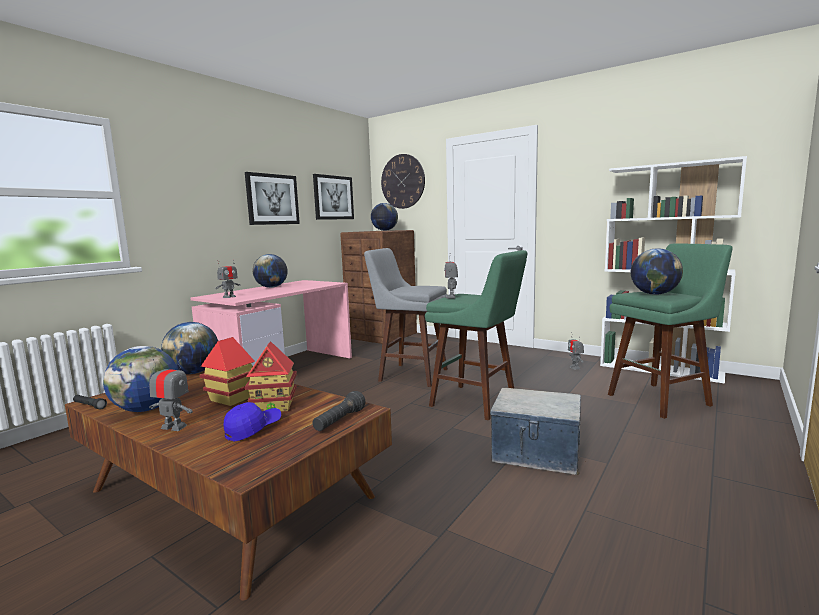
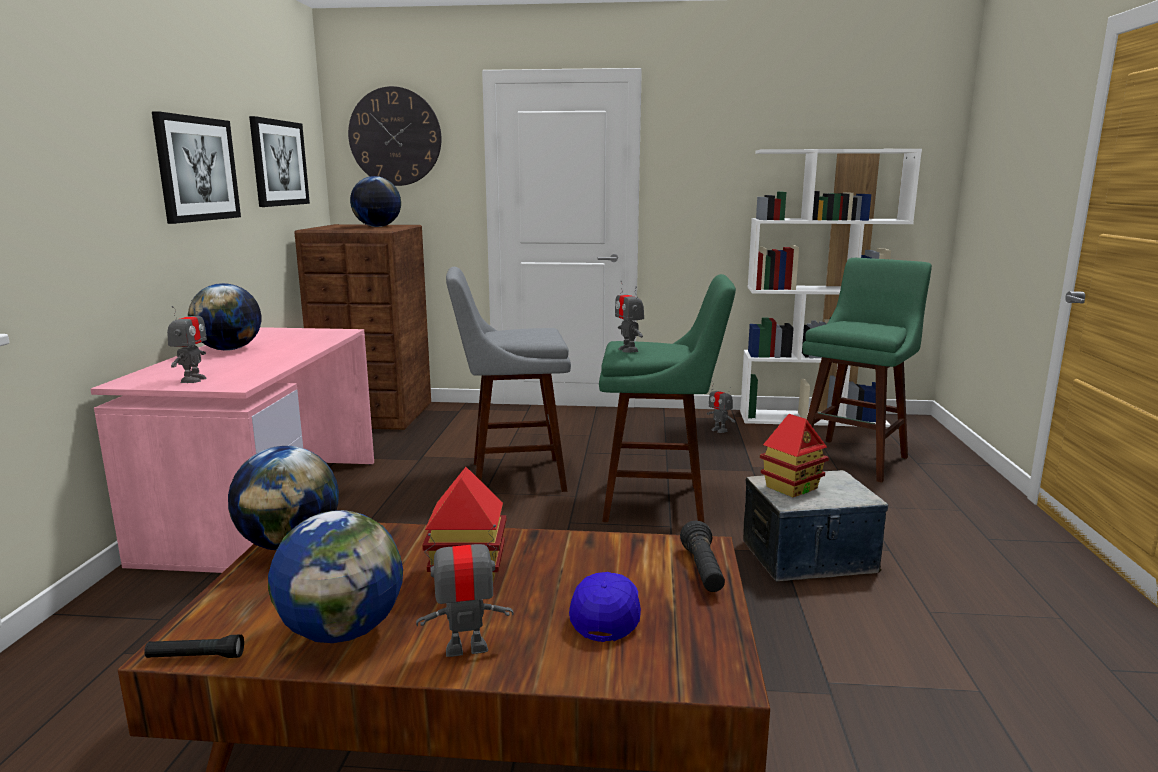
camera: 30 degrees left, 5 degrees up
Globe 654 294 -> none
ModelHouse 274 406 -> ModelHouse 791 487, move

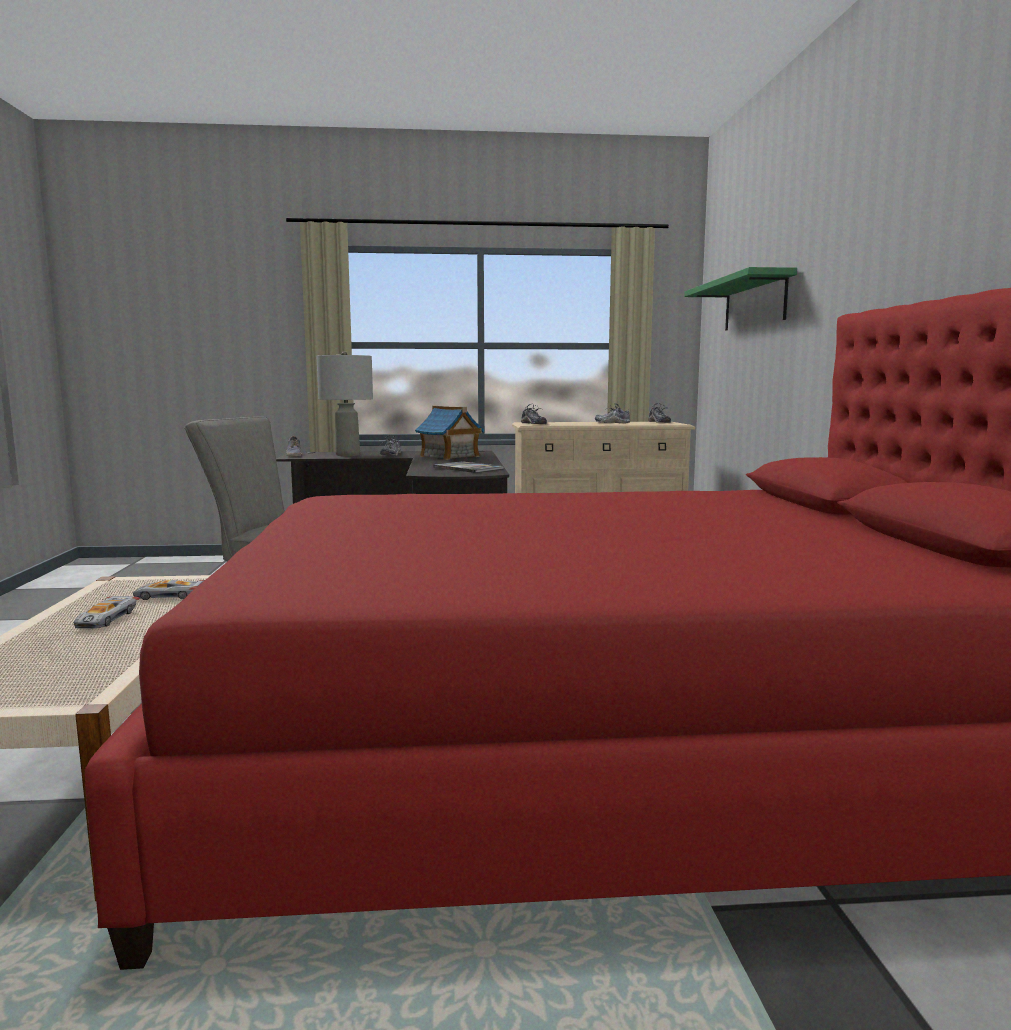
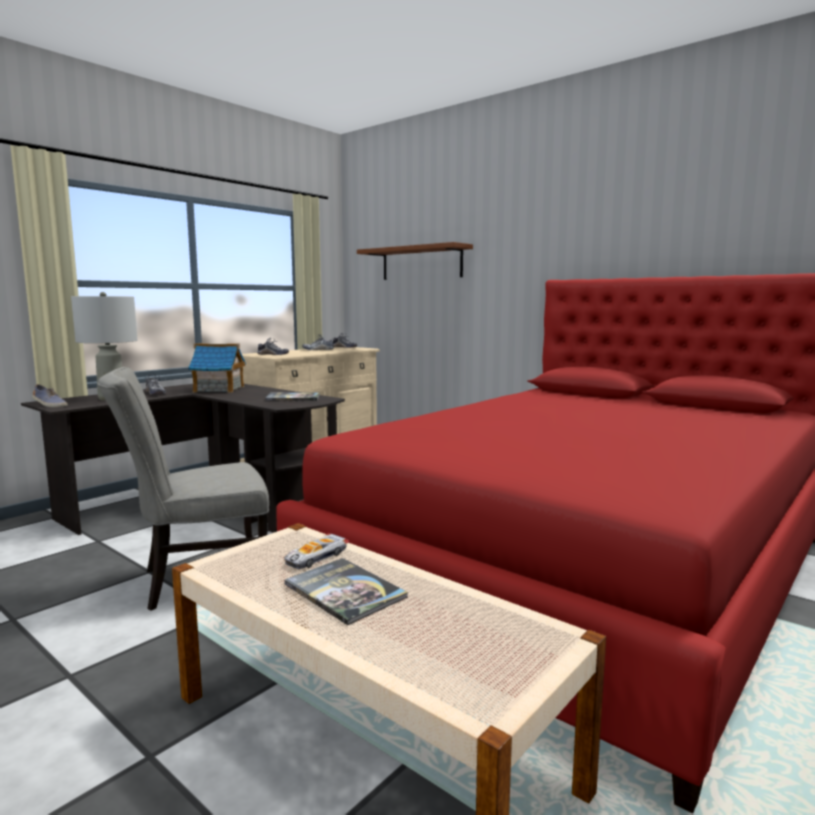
camera: 45 degrees left, 0 degrees up
MiniatureCar 106 619 -> Book 345 591
GreenishWallShelf 754 303 -> BrownWallShelf 421 263

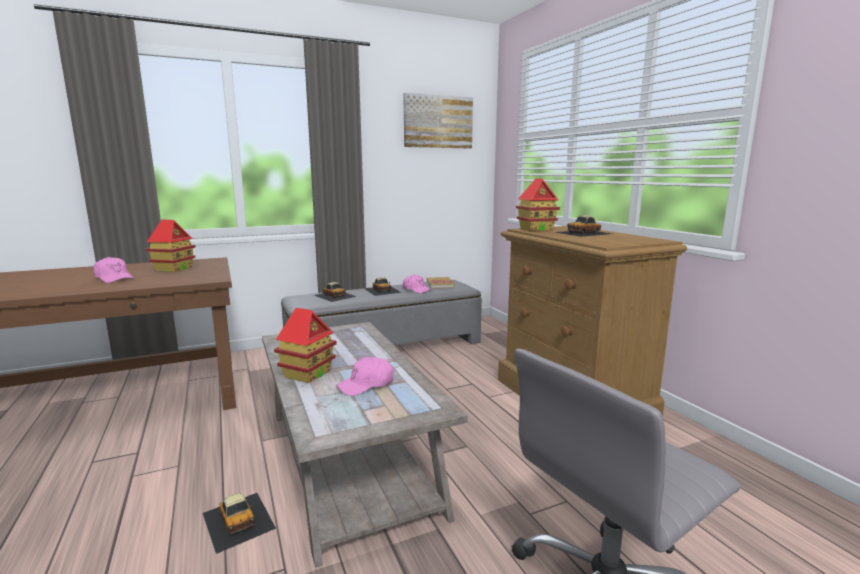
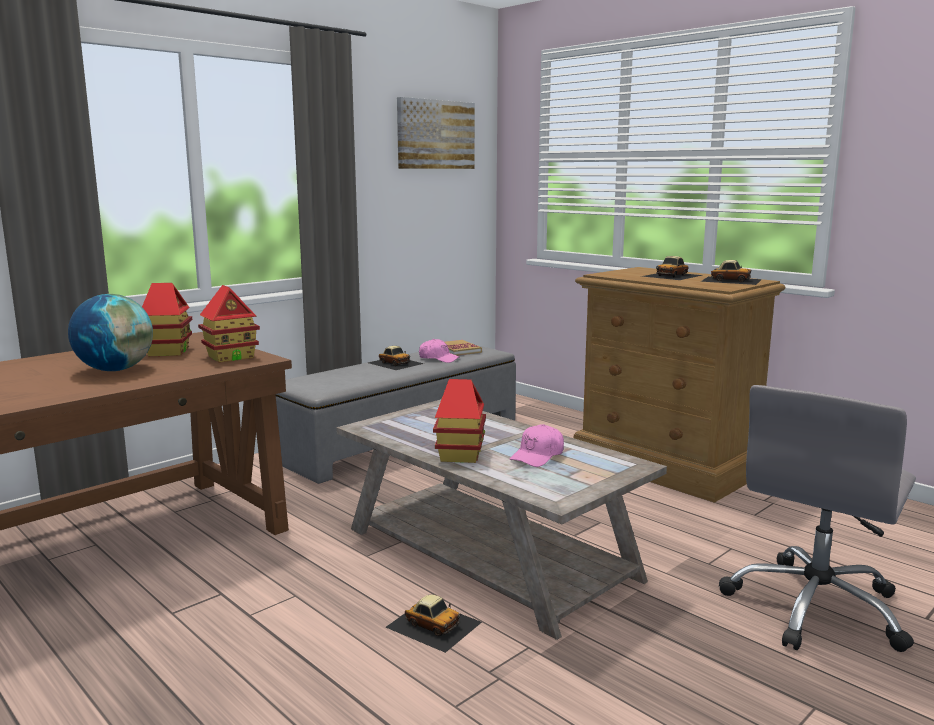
camera: 20 degrees left, 0 degrees up
MiniatureCar 335 295 -> MiniatureCar 731 280, move
ModelHouse 536 229 -> ModelHouse 231 357, move
PinkishBaseballCap 114 278 -> Globe 115 370

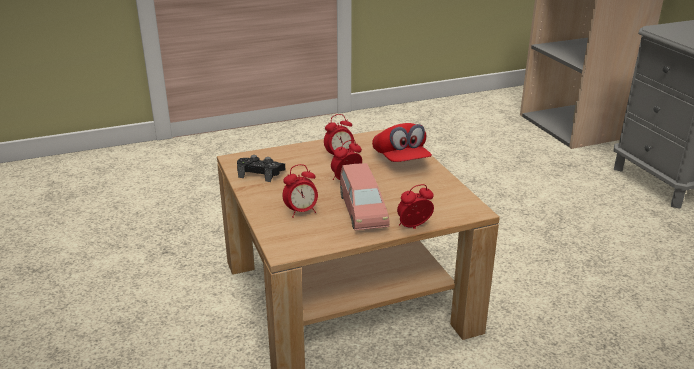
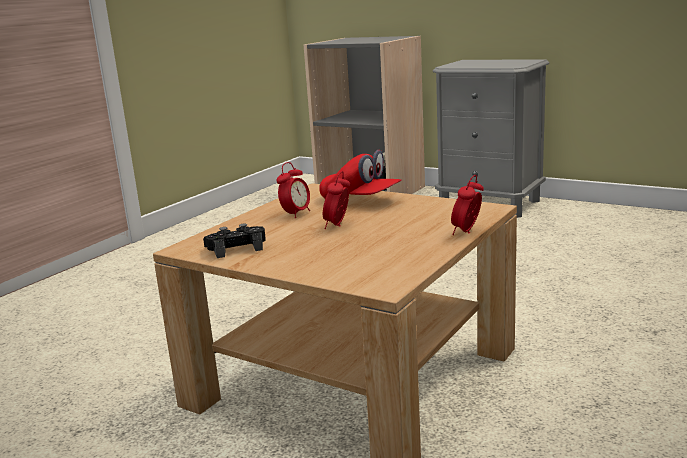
camera: 35 degrees left, 10 degrees down
BedsideClock 301 212 -> none
PinkishMiniatureCar 362 210 -> none

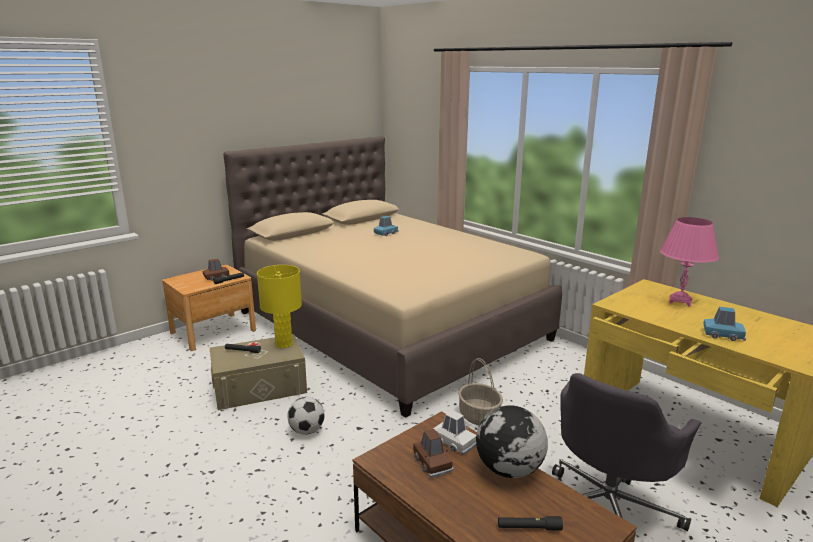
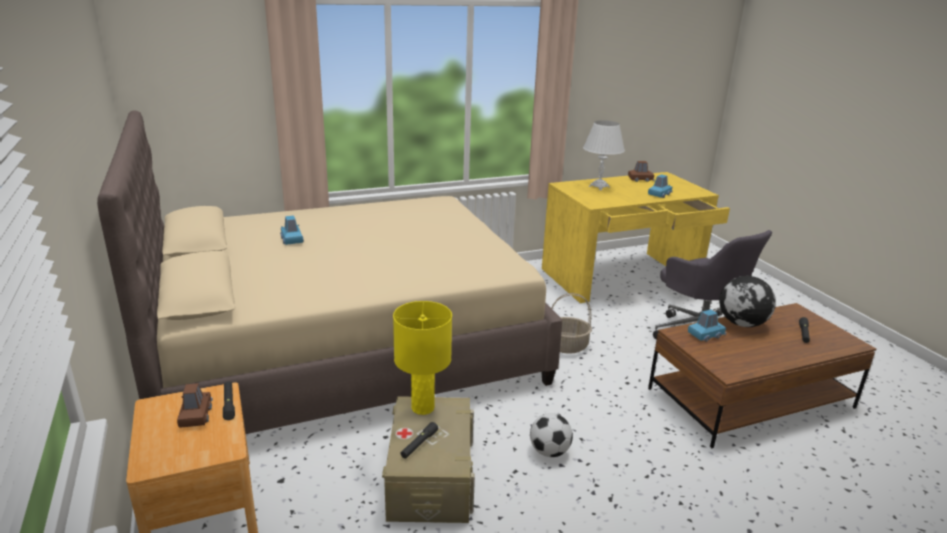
camera: 70 degrees left, 5 degrees up
BrownMiniatureCar 432 463 -> BrownMiniatureCar 640 179, move
WhitishMiniatureCar 454 442 -> BluishMiniatureCar 706 335
PinkishTableLamp 680 301 -> WhitishTableLamp 599 187

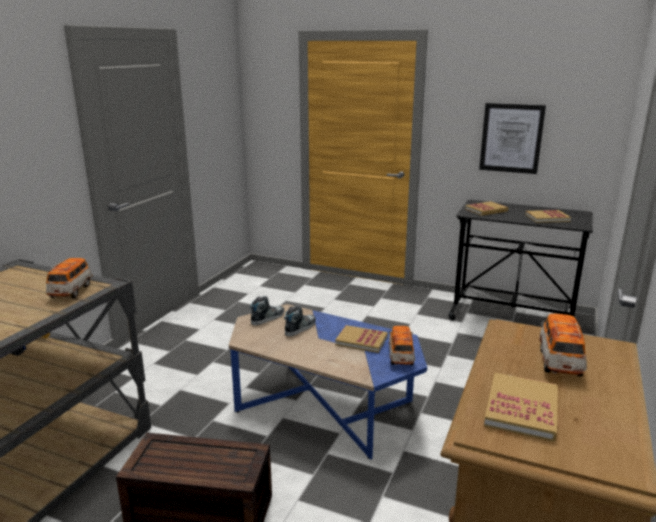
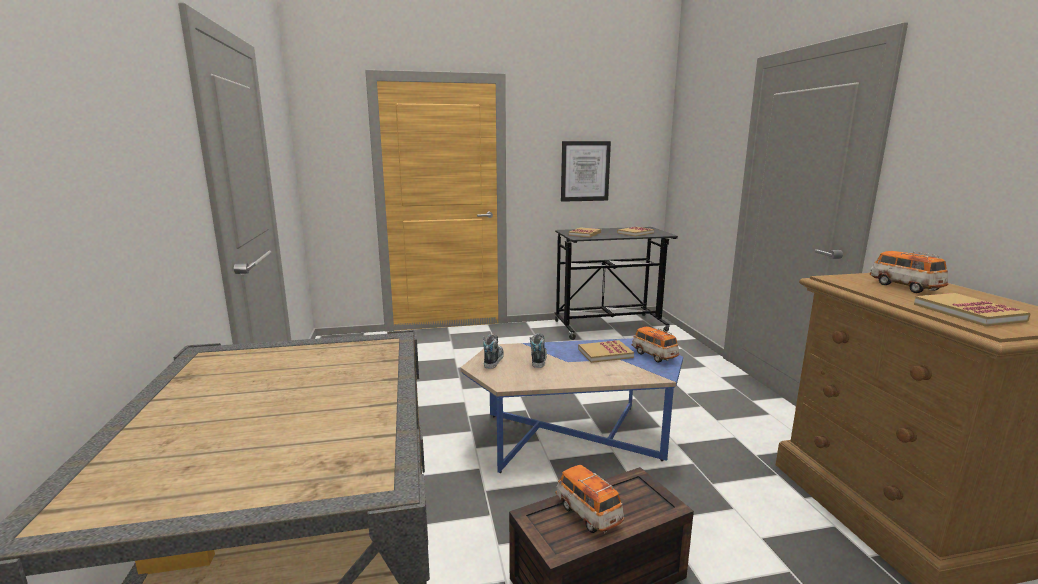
camera: 35 degrees left, 5 degrees down
MiniatureCar 71 291 -> MiniatureCar 588 513, move

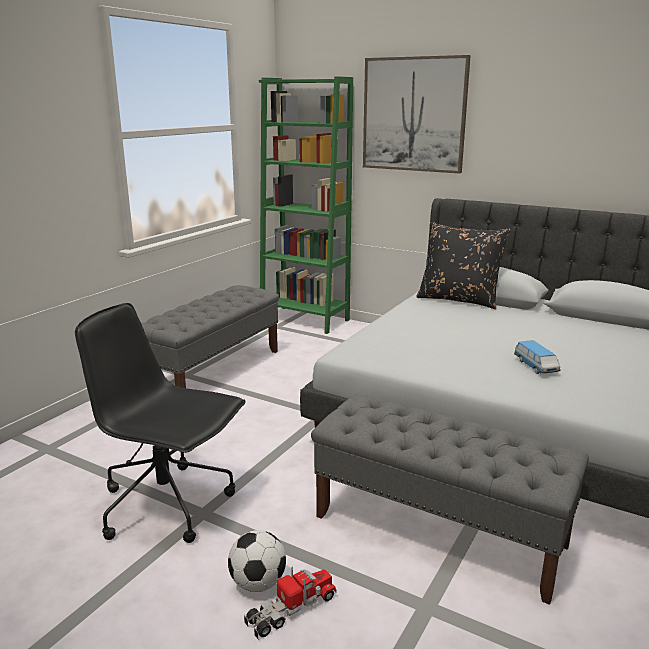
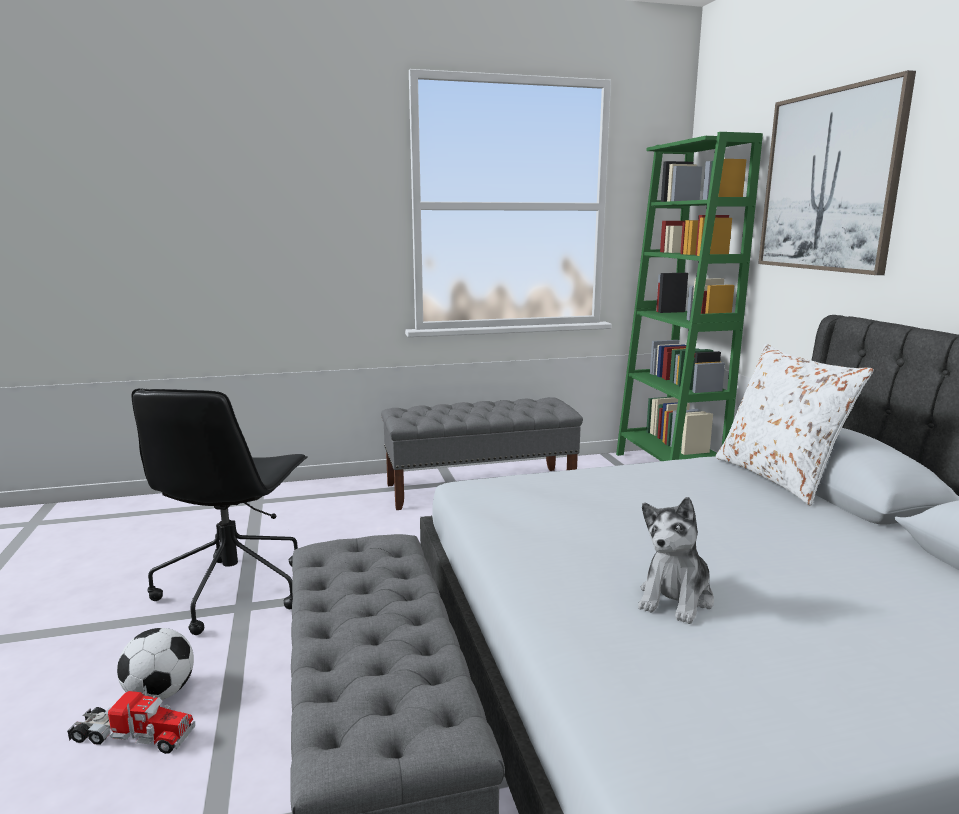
camera: 45 degrees right, 5 degrees down
MiniatureCar 535 366 -> PlushToy 676 598
BlackishPillow 459 299 -> WhitishPillow 778 477
BlackishOfficeChair 171 507 -> BlackishOfficeChair 236 588, 150 degrees counterclockwise

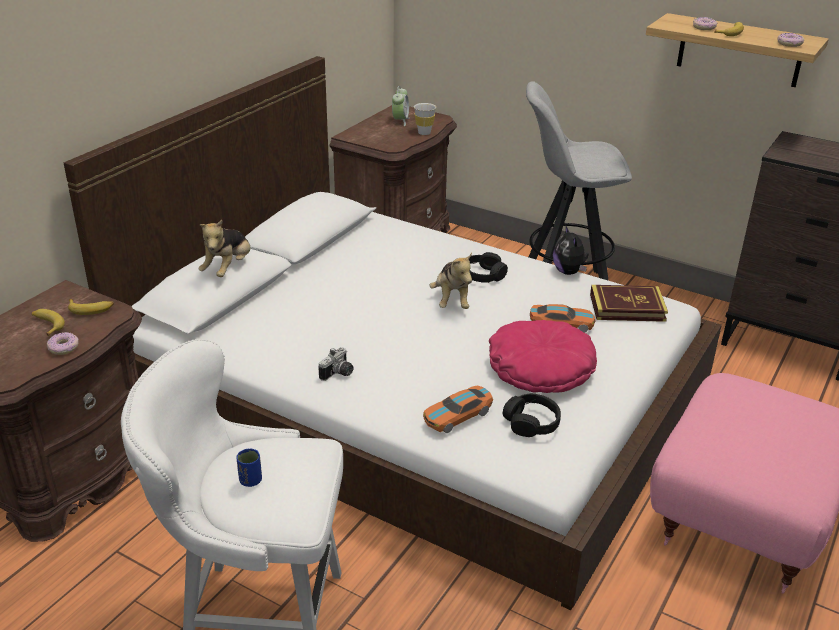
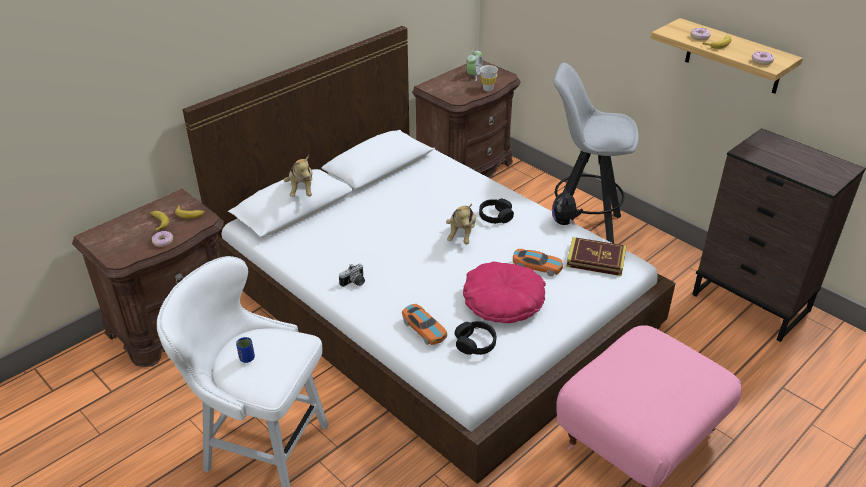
camera: 15 degrees right, 5 degrees up
PlushToy 228 268 -> PlushToy 301 190, 45 degrees counterclockwise
MiniatureCar 457 415 -> MiniatureCar 424 329, 105 degrees counterclockwise

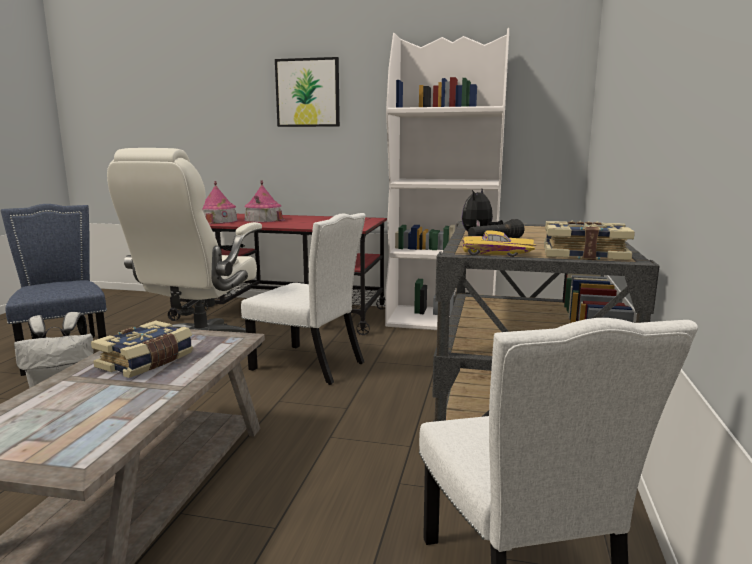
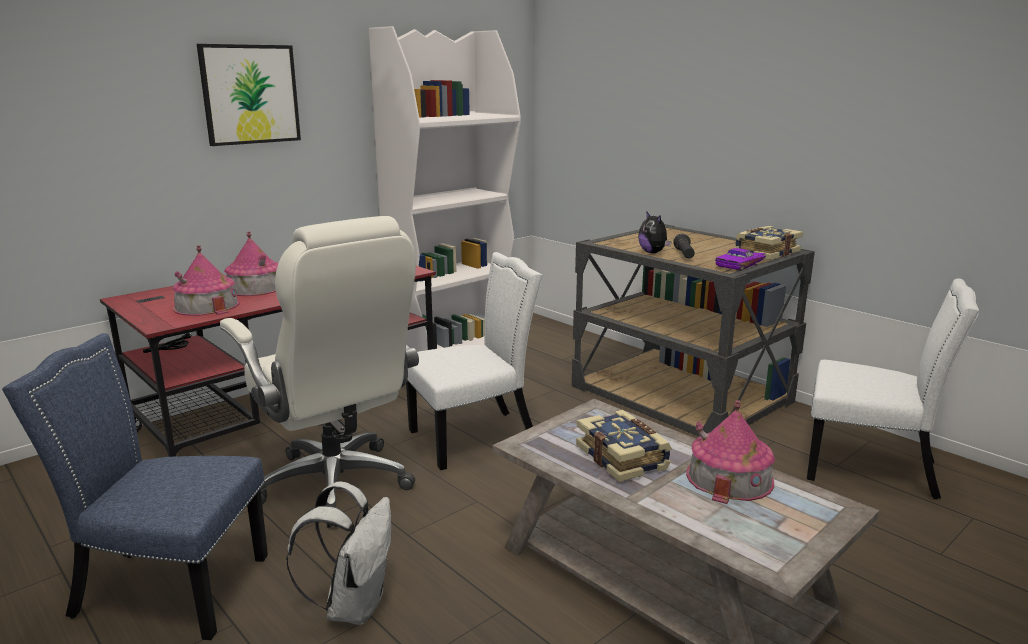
camera: 55 degrees left, 5 degrees up
none -> ModelHouse 729 477
YellowishMiniatureCar 497 253 -> PurpleColouredMiniatureCar 741 265

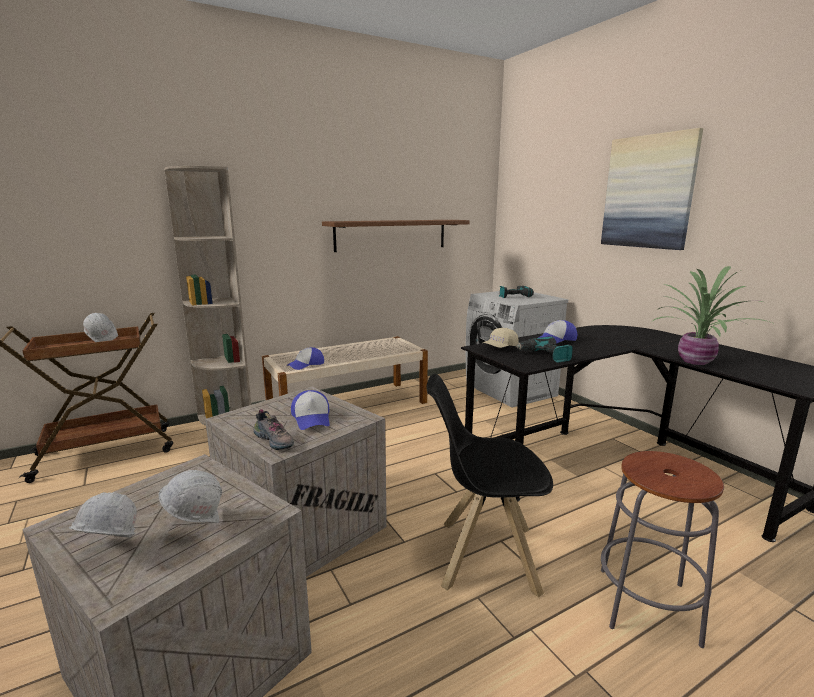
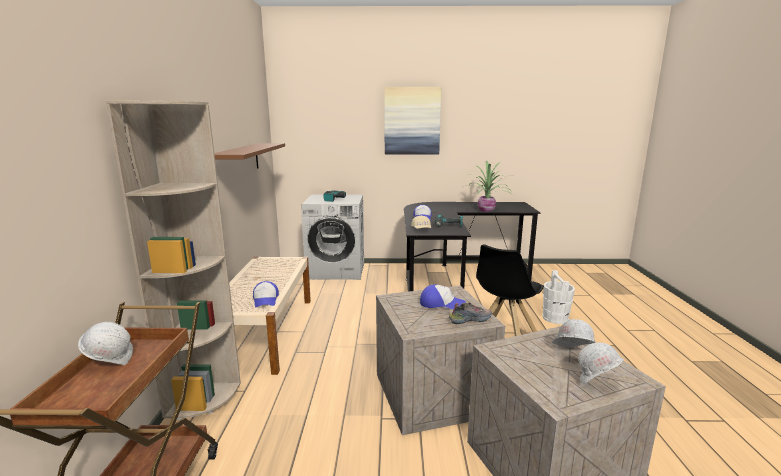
camera: 60 degrees left, 0 degrees up
GreyishStool 647 605 -> WhitishWaterBucket 555 318

